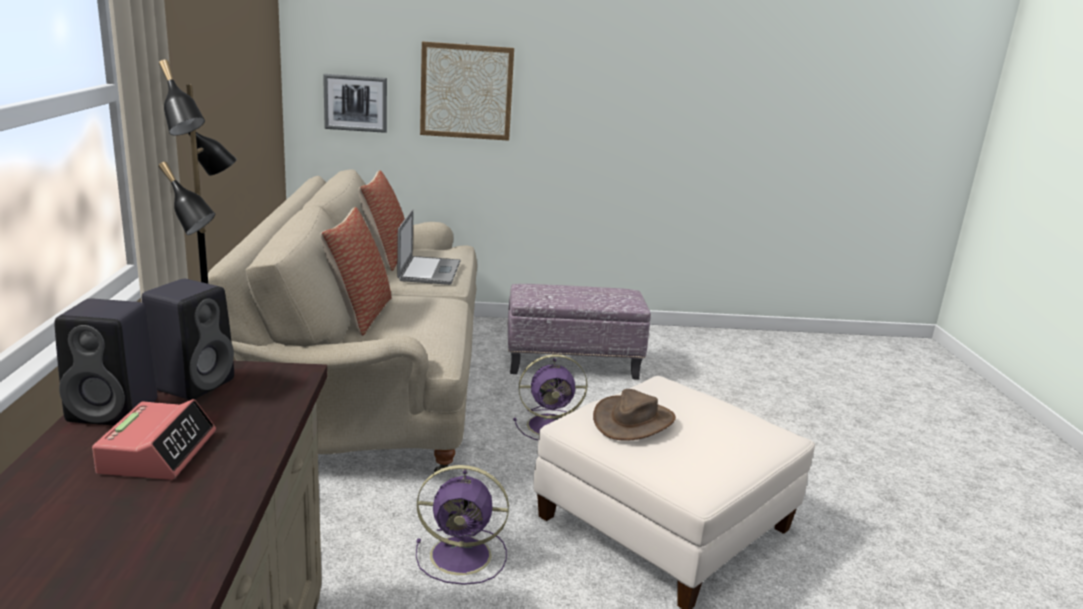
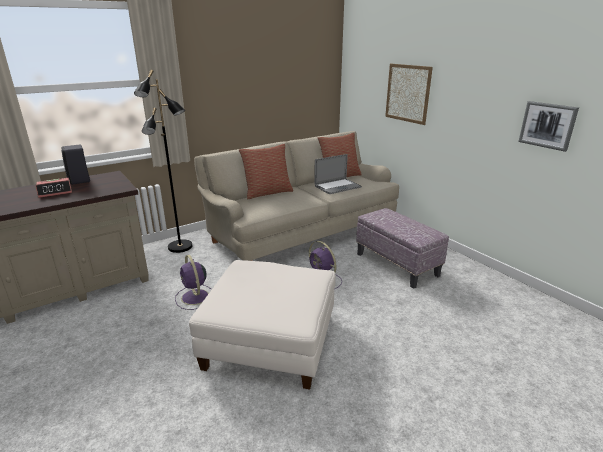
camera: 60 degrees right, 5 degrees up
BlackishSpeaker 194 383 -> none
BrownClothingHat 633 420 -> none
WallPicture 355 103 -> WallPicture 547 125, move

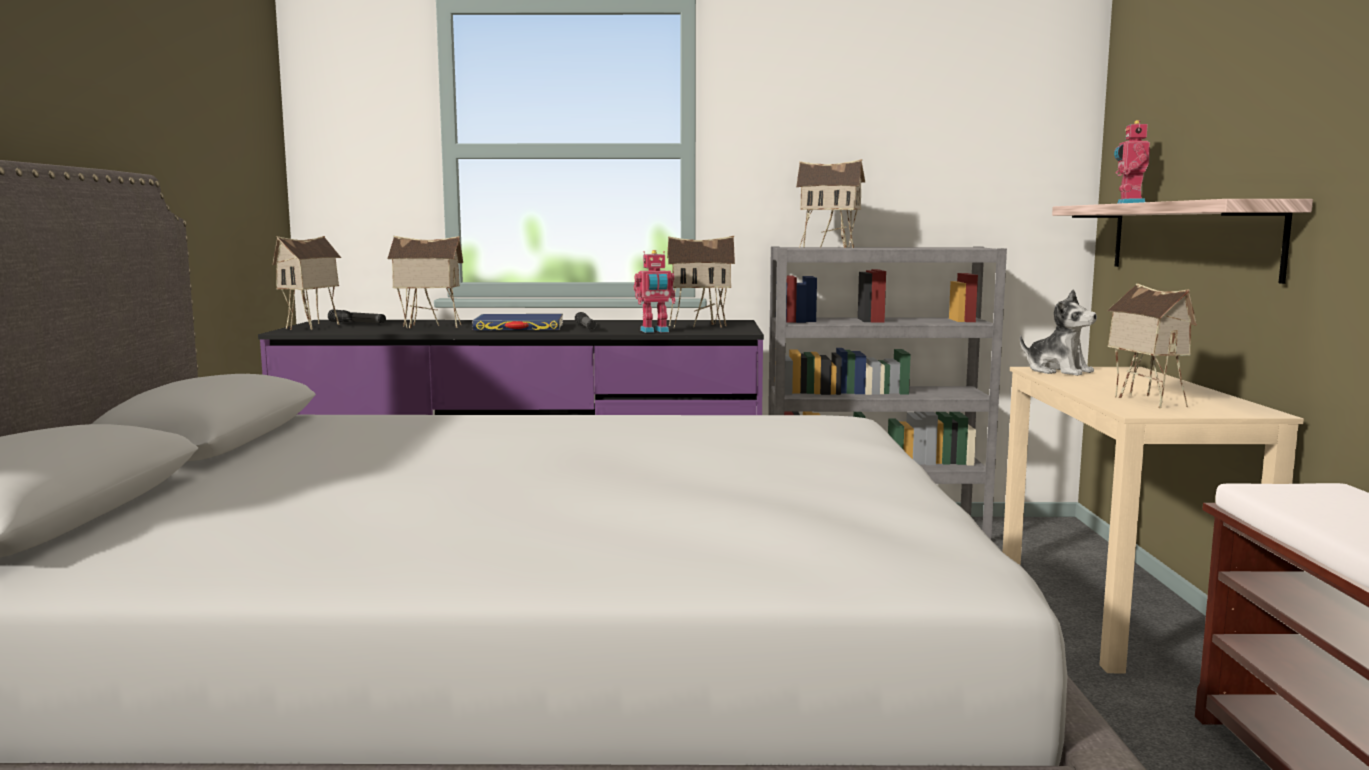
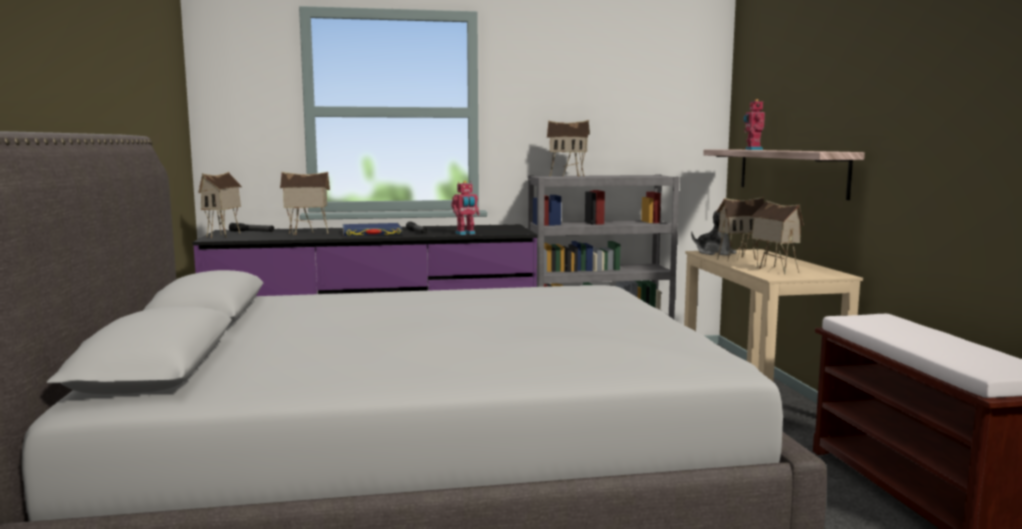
camera: 10 degrees left, 0 degrees up
ModelHouse 699 326 -> ModelHouse 737 259, move

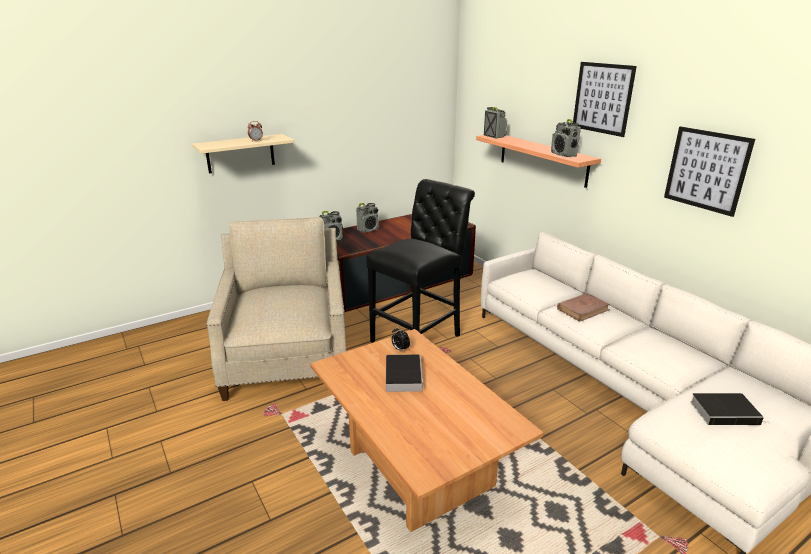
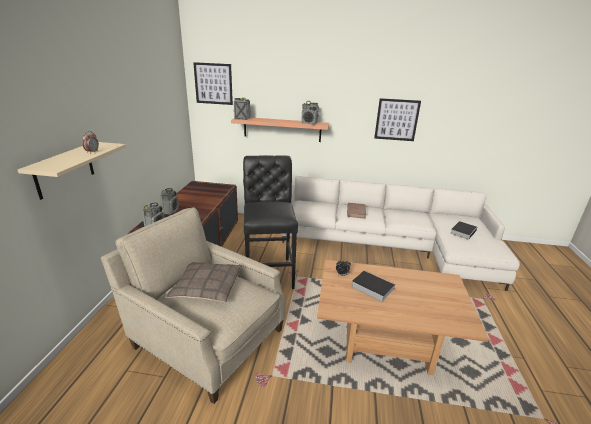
camera: 50 degrees left, 0 degrees up
none -> Pillow 206 287
WallPicture 602 98 -> WallPicture 213 83, move

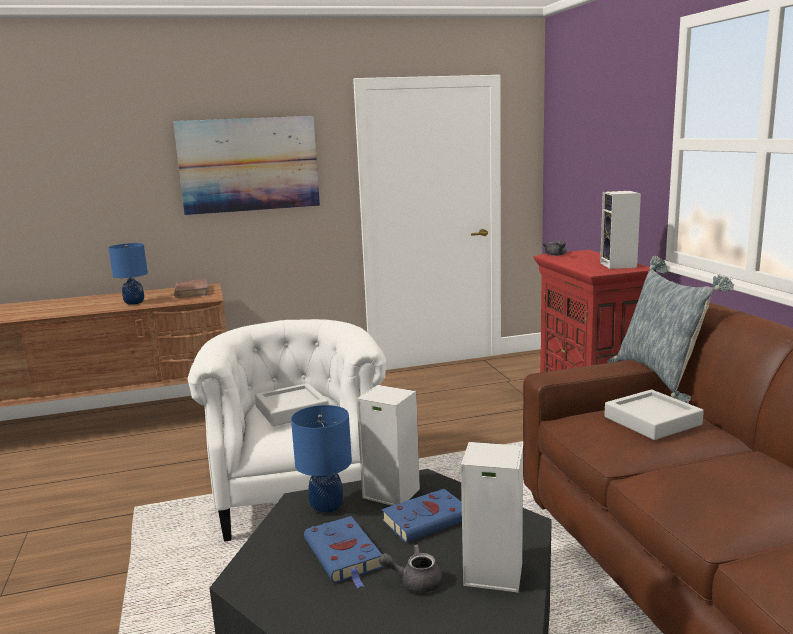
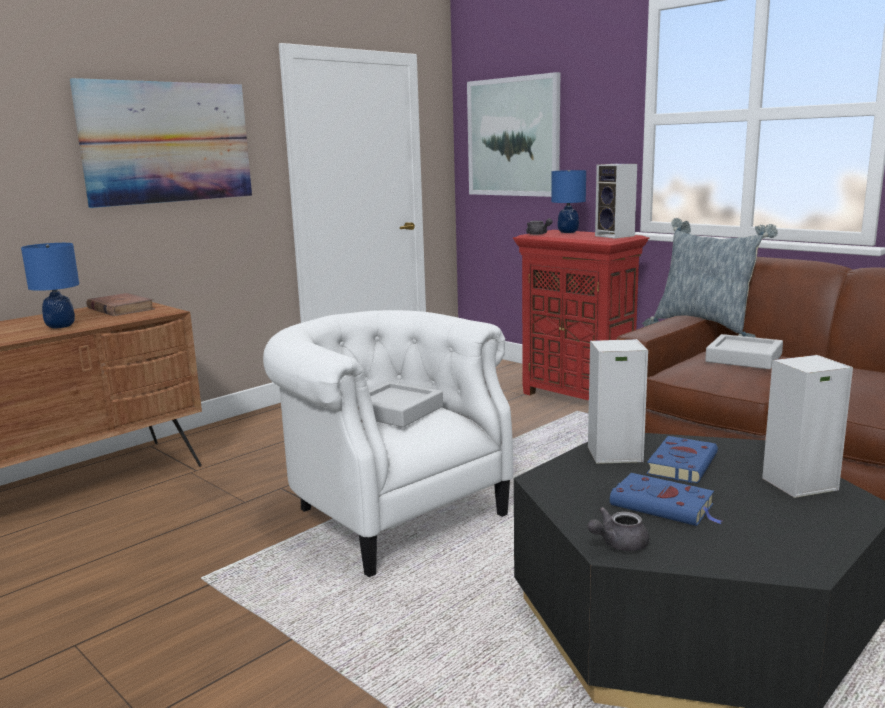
camera: 30 degrees left, 0 degrees up
none -> WallPicture 513 137
BluishTableLamp 325 507 -> BluishTableLamp 567 232, move
GreyishTeapot 415 581 -> GreyishTeapot 618 544, move

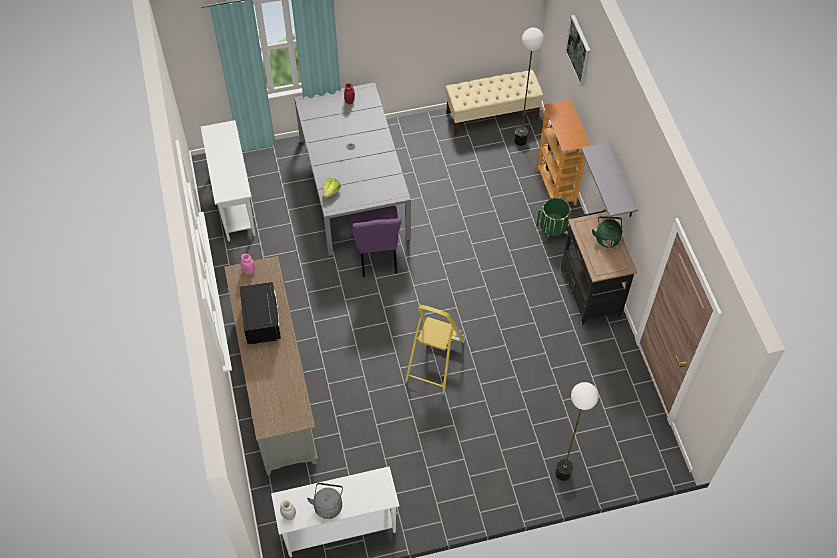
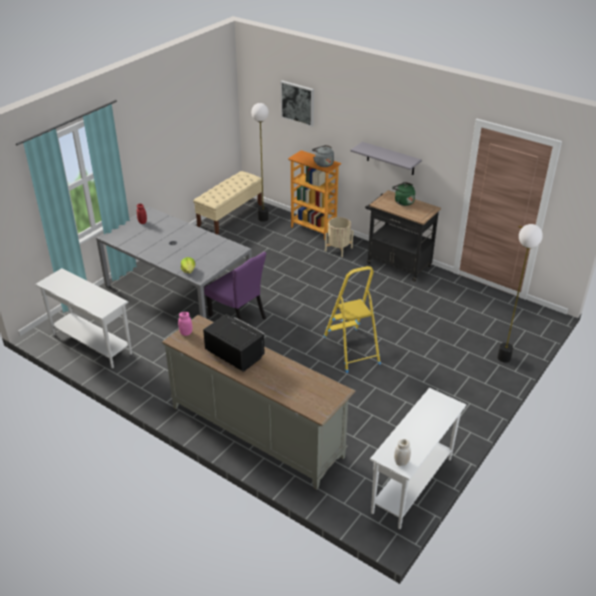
camera: 40 degrees left, 20 degrees down
GreyishKettle 328 505 -> GreyishKettle 323 163, move
GreenishPlantPot 552 231 -> SandColouredPlantPot 338 249

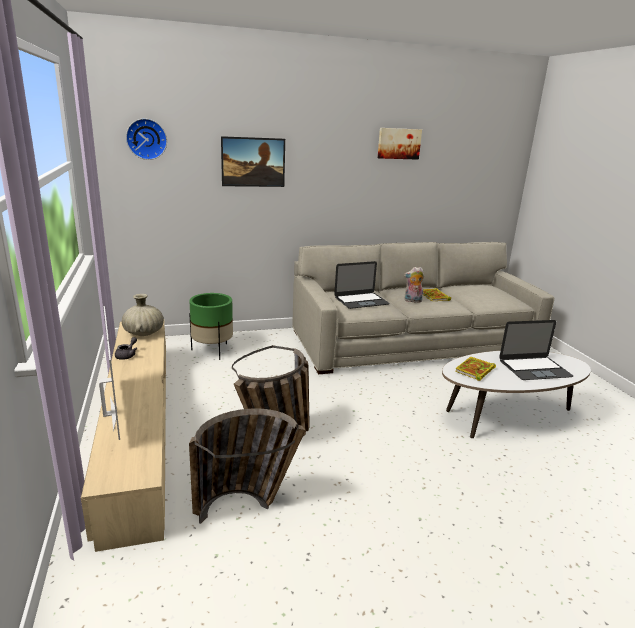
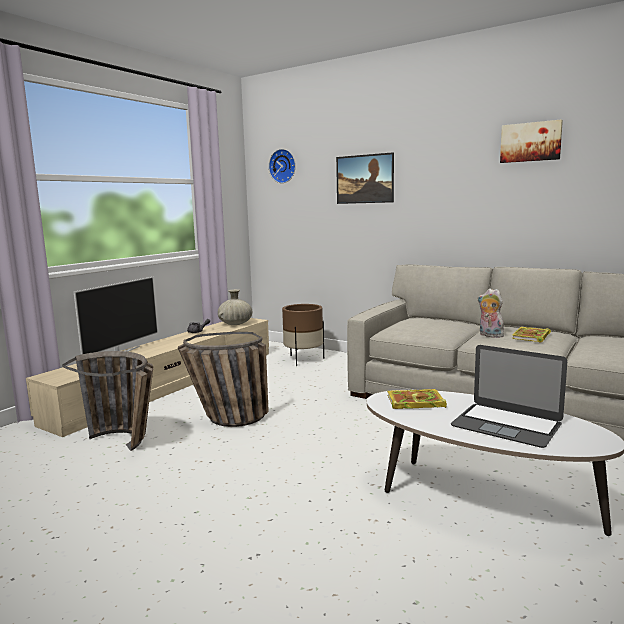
camera: 50 degrees right, 10 degrees down
PortableComputer 361 300 -> none
GreenishPlantPot 212 351 -> BrownPlantPot 303 360

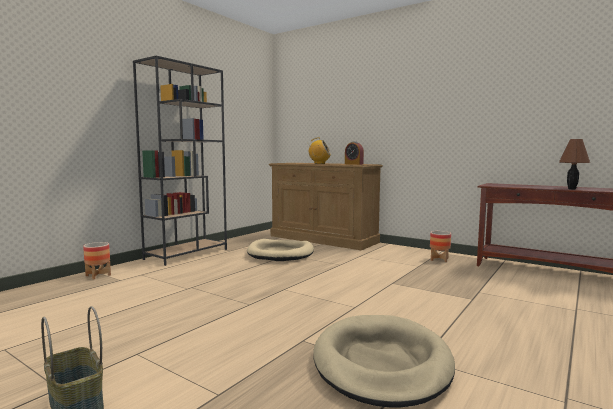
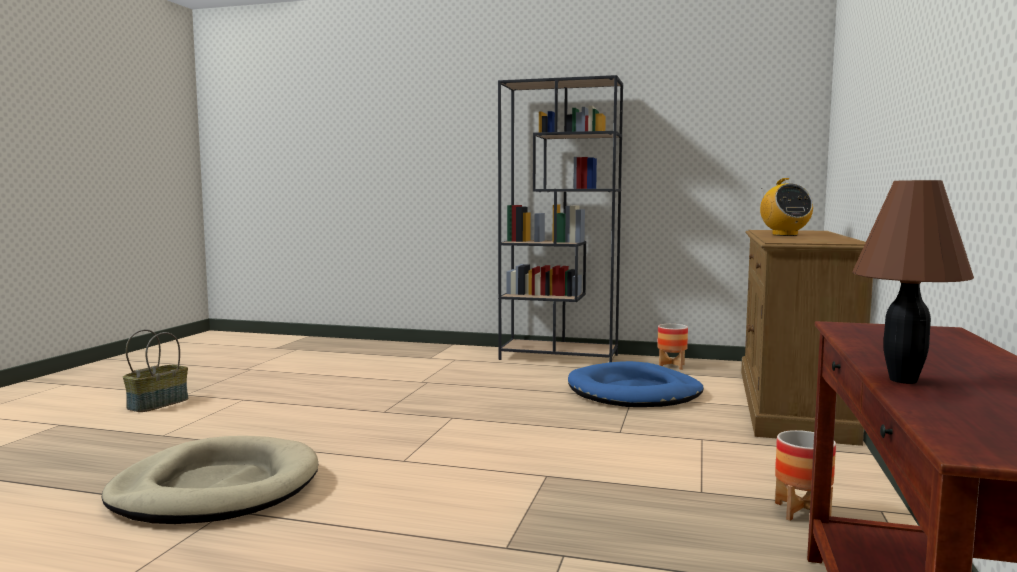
camera: 70 degrees right, 0 degrees up
BedsideClock 354 164 -> none
PlantPot 98 275 -> PlantPot 671 366, move
SandColouredPetBed 281 253 -> BluishPetBed 634 392

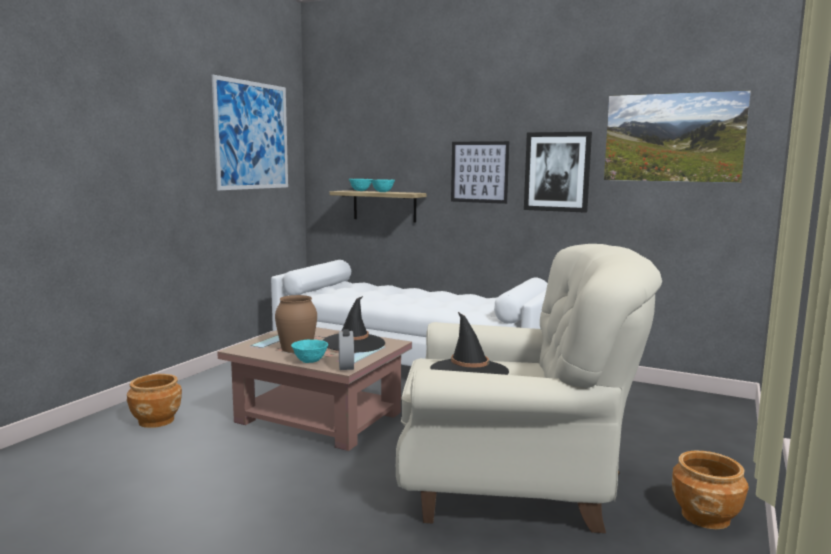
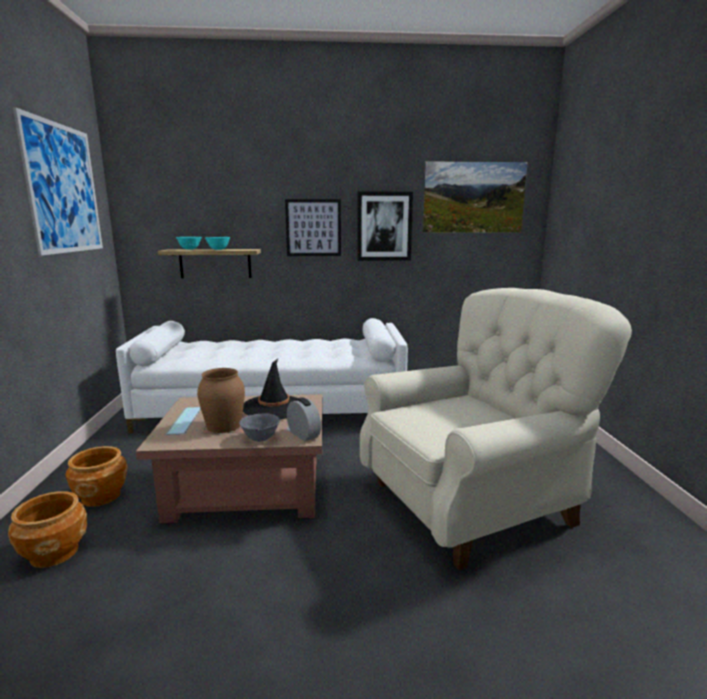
camera: 30 degrees left, 5 degrees up
BlackishClothingHat 469 371 -> none
BrownPlantPot 705 516 -> BrownPlantPot 101 496, move
TurquoiseBowl 310 361 -> GreyishBowl 260 438

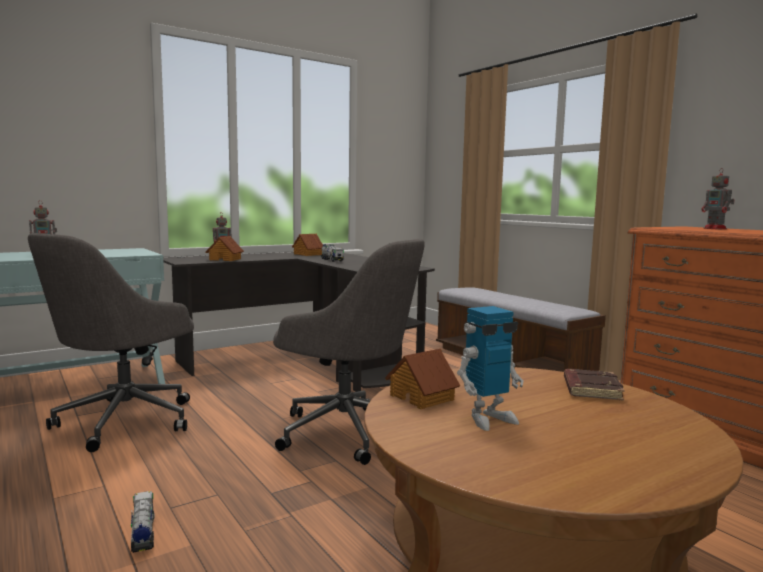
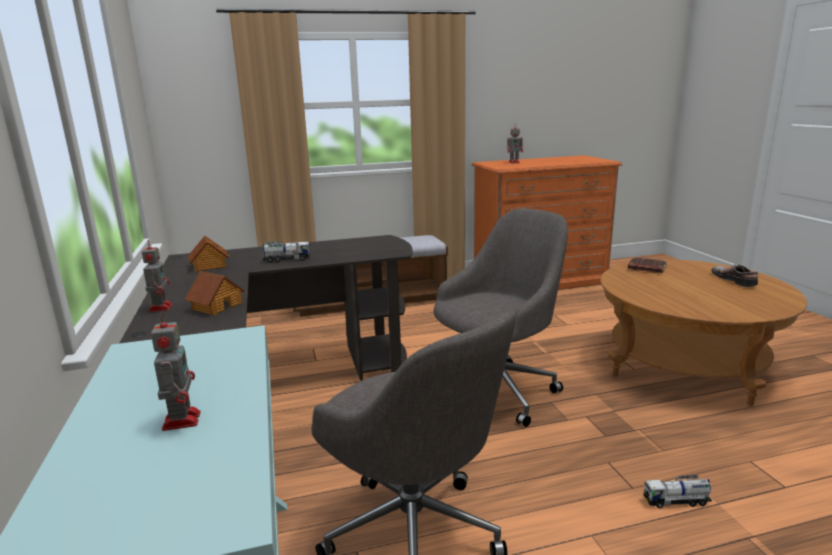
camera: 70 degrees left, 10 degrees up
ModelHouse 422 397 -> none
ToyRobot 488 419 -> none
none -> Shoe 735 280

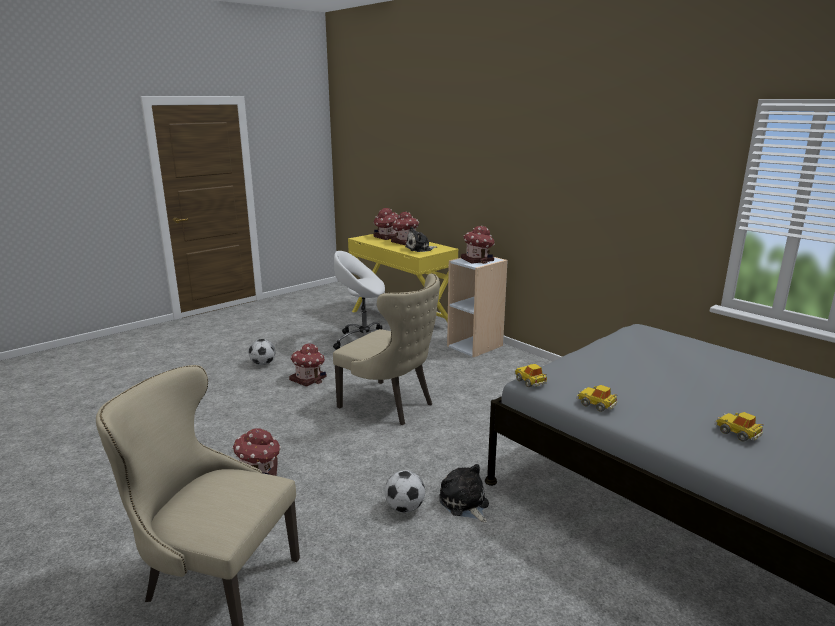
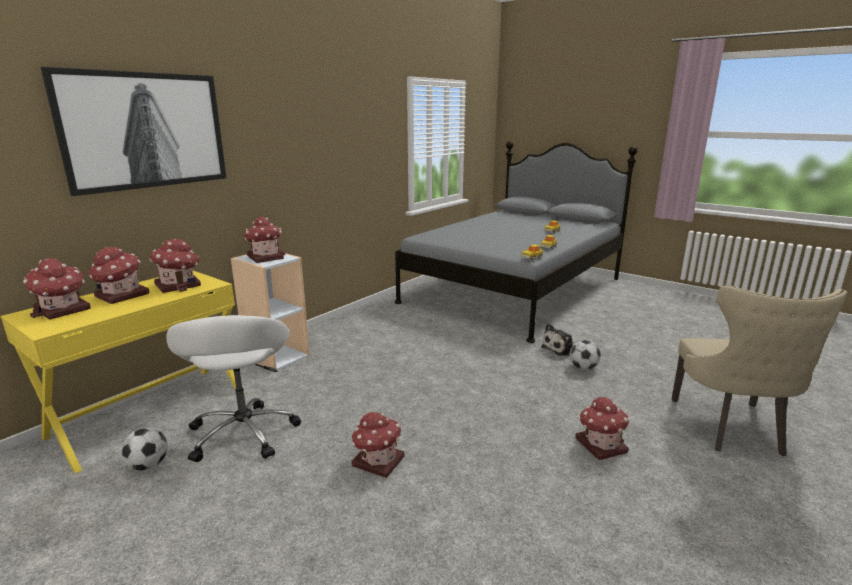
camera: 100 degrees left, 0 degrees up
SandColouredChair 390 404 -> none
none -> WallPicture 145 130
BallForFootball 263 364 -> BallForFootball 148 465, move
PlushToy 420 249 -> ModelHouse 179 285

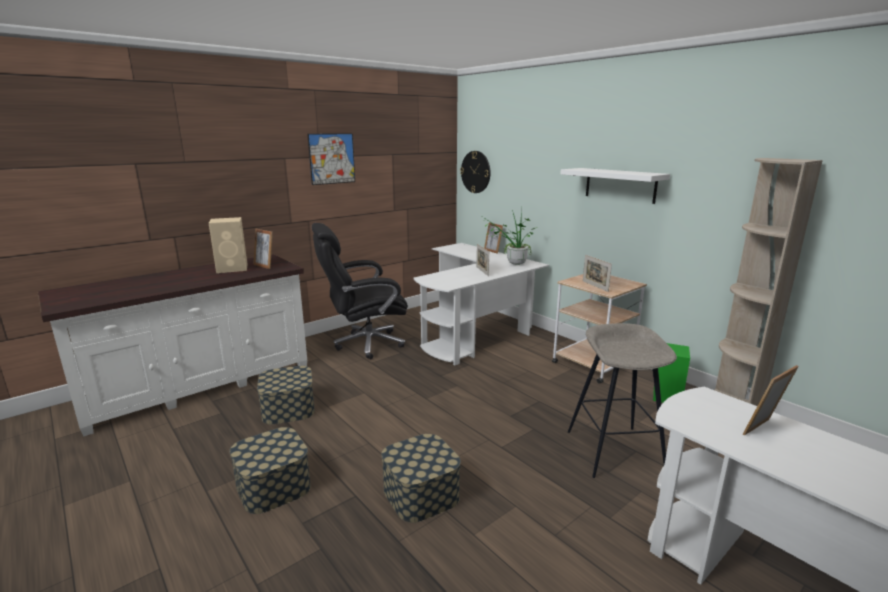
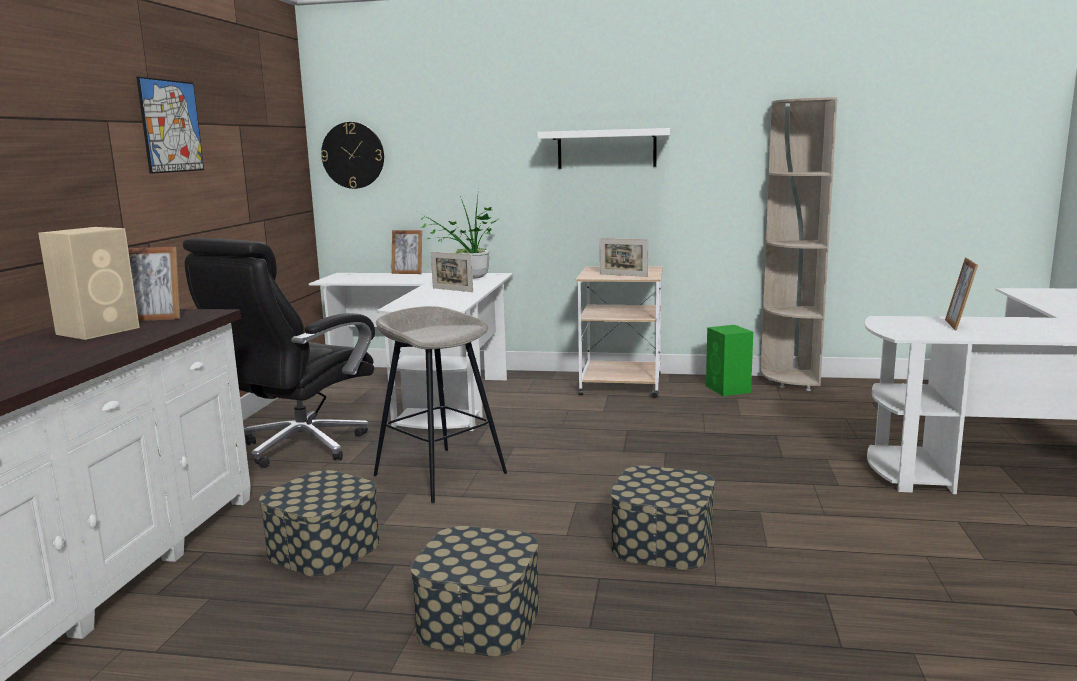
camera: 40 degrees left, 5 degrees down
GreyishStool 614 451 -> GreyishStool 440 474, move

